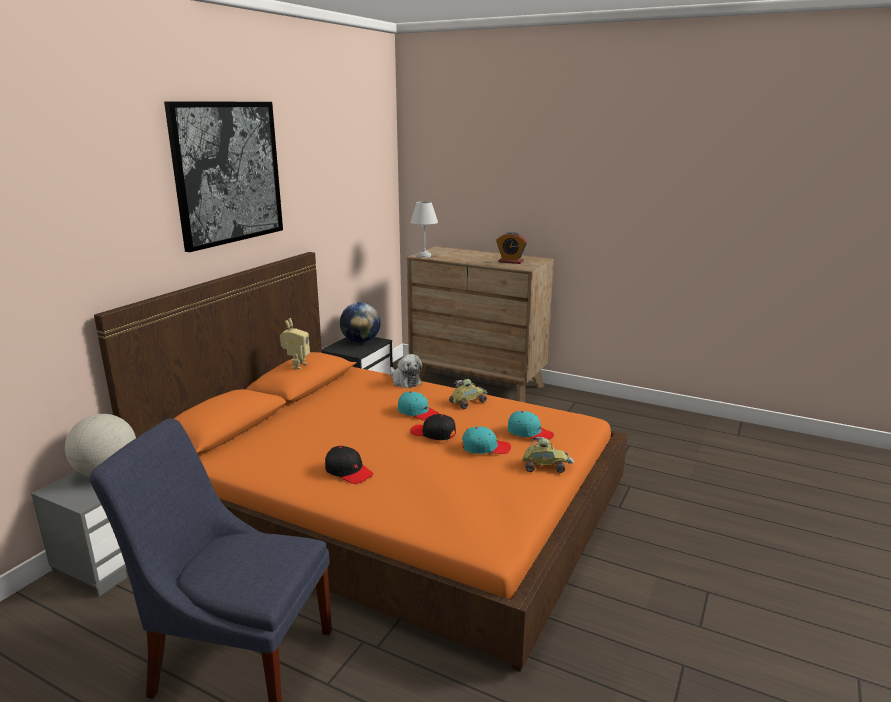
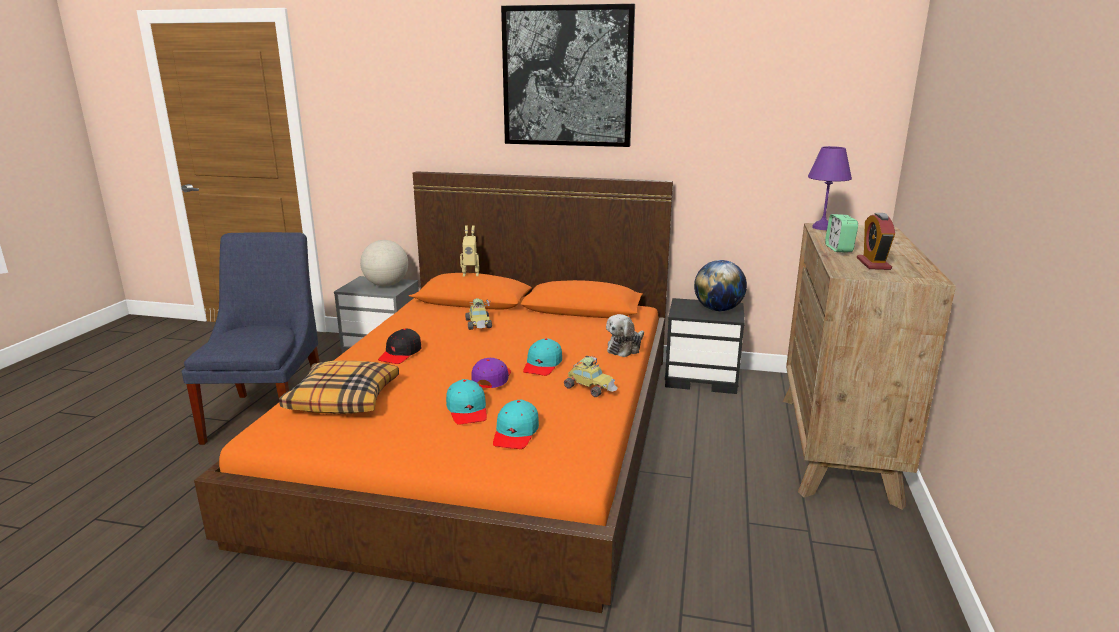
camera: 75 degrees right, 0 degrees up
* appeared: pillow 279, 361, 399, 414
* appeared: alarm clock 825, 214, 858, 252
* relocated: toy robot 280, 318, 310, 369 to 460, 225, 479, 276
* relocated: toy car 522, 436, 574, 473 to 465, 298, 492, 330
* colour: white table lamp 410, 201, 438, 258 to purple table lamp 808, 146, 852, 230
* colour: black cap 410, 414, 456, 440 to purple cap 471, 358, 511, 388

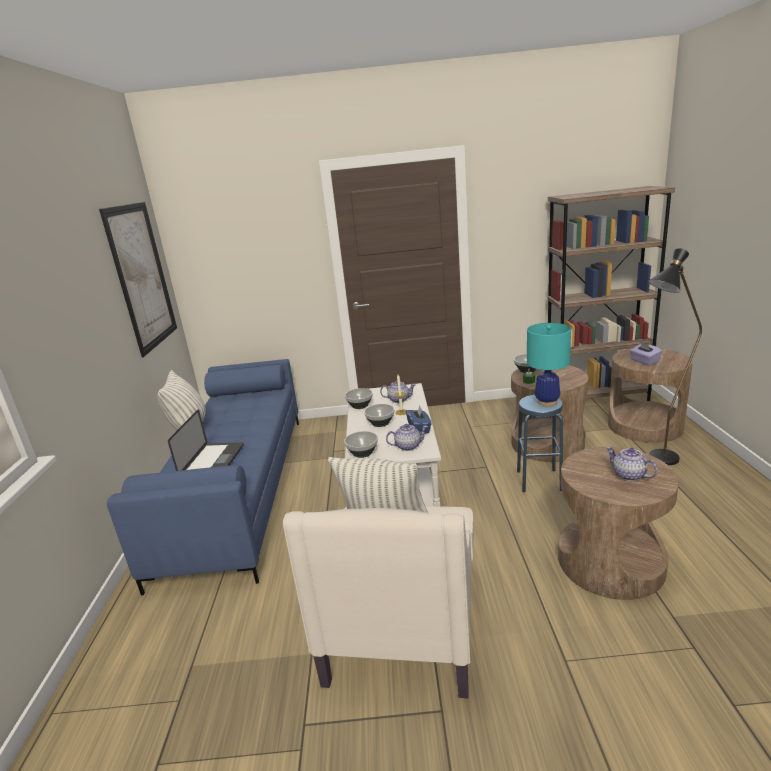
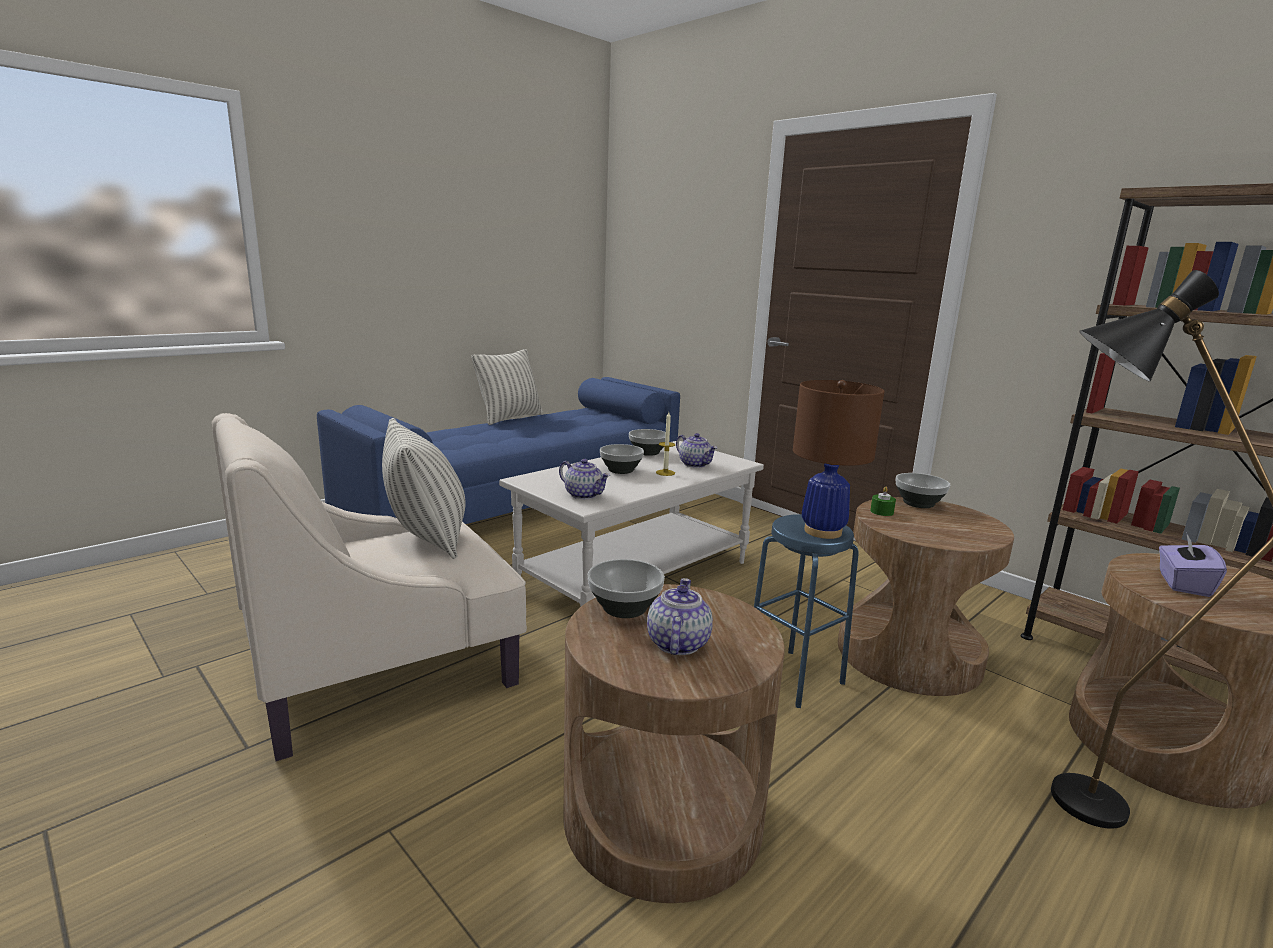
camera: 45 degrees right, 5 degrees down
* missing: picture 99, 202, 177, 357
* missing: laptop 168, 409, 244, 471
* missing: blue tissue box 406, 405, 432, 434
* relocated: bowl 344, 431, 378, 458 to 588, 559, 665, 618
* colour: turquoise table lamp 527, 323, 571, 406 to brown table lamp 793, 380, 884, 539

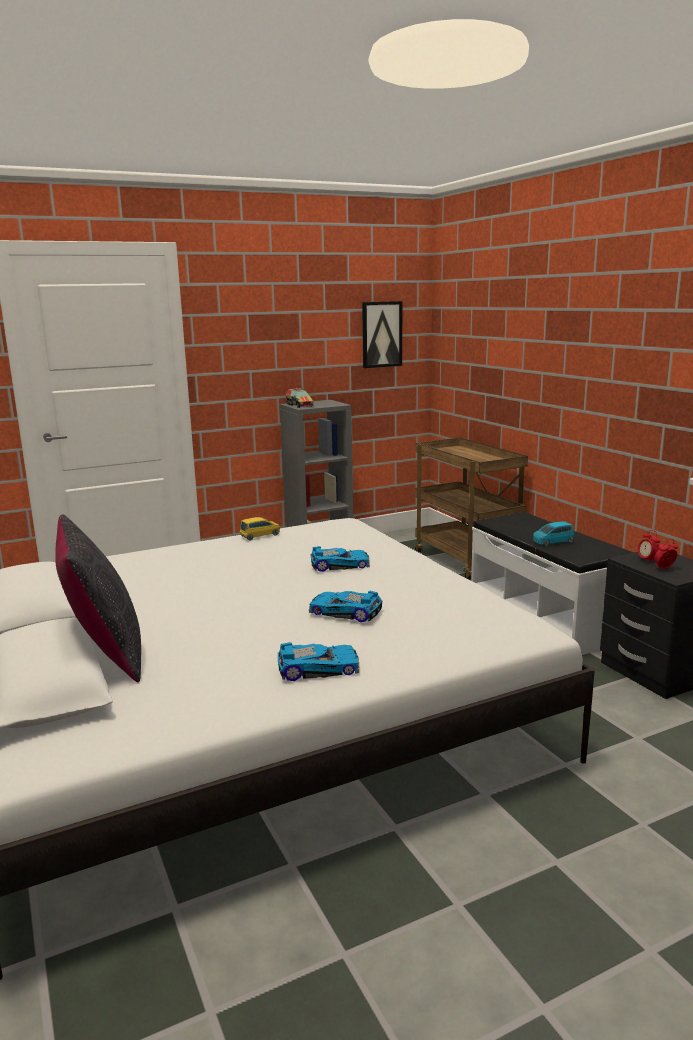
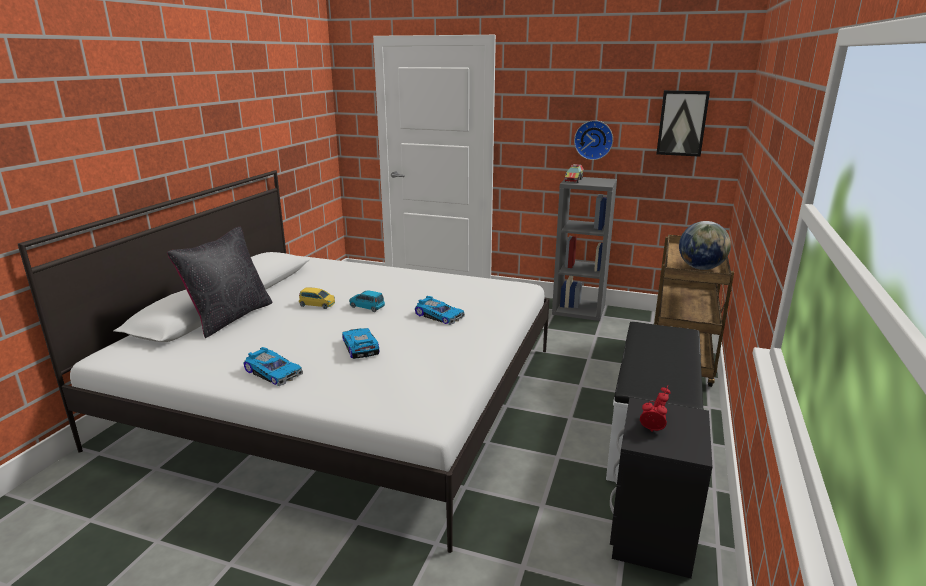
camera: 45 degrees right, 5 degrees up
* appeared: wall clock 574, 120, 613, 160
* appeared: globe 679, 221, 731, 270
* relocated: yellow toy car 240, 517, 280, 541 to 299, 287, 335, 309
* relocated: blue toy car 533, 521, 574, 546 to 349, 291, 385, 312

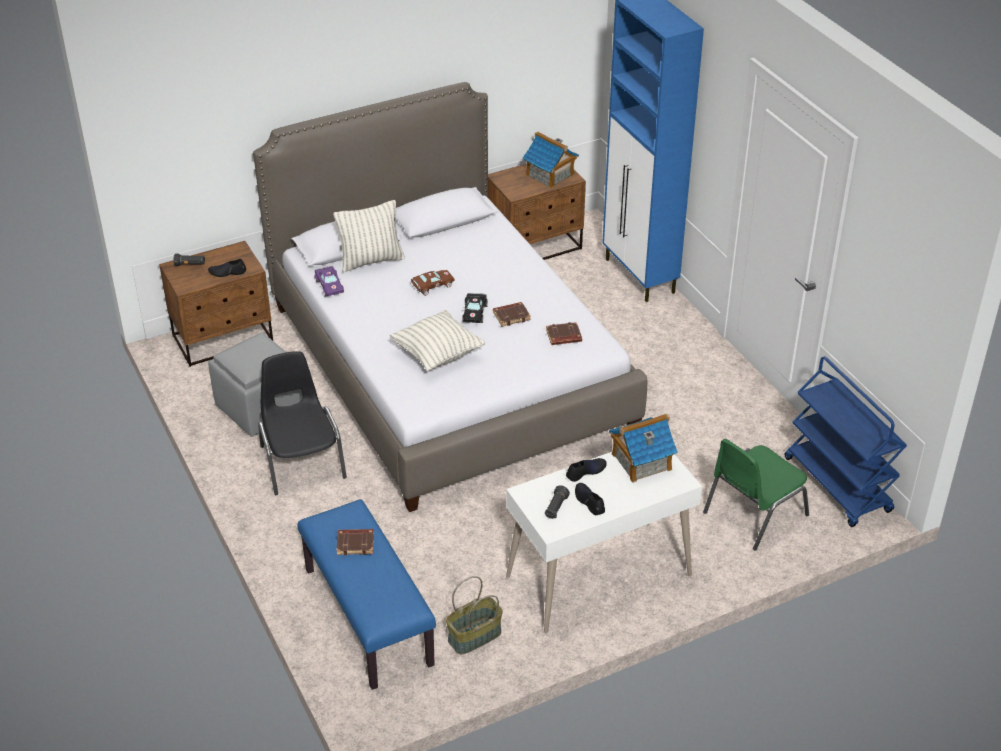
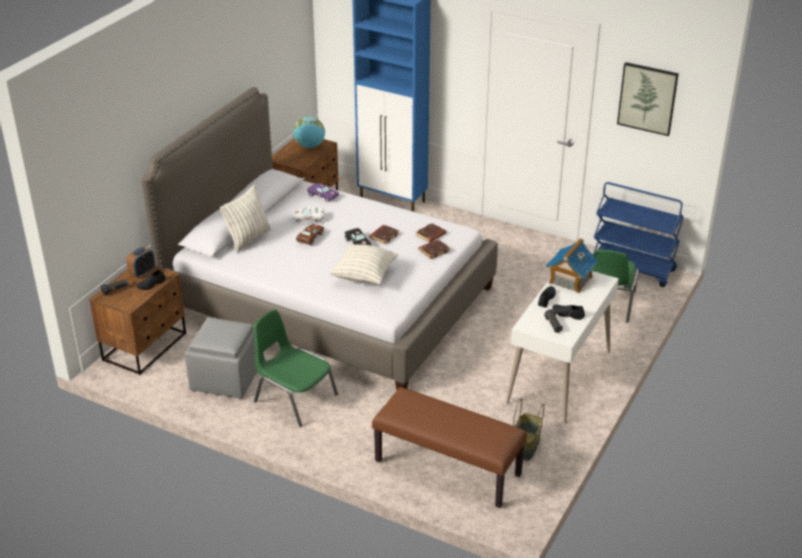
camera: 35 degrees left, 5 degrees down
* appeared: alarm clock 126, 247, 155, 278
* appeared: white toy car 293, 207, 325, 224
* appeared: picture 617, 62, 679, 136
* relocated: purple toy car 315, 266, 344, 297 to 307, 183, 339, 202
* relocated: brown book 337, 529, 374, 556 to 419, 239, 450, 259
* exchanged: toy house 523, 131, 579, 189 to globe 293, 116, 325, 148
* colour: black chair 258, 351, 347, 495 to green chair 253, 309, 338, 427
* colour: blue bench 298, 499, 436, 690 to brown bench 372, 387, 527, 508

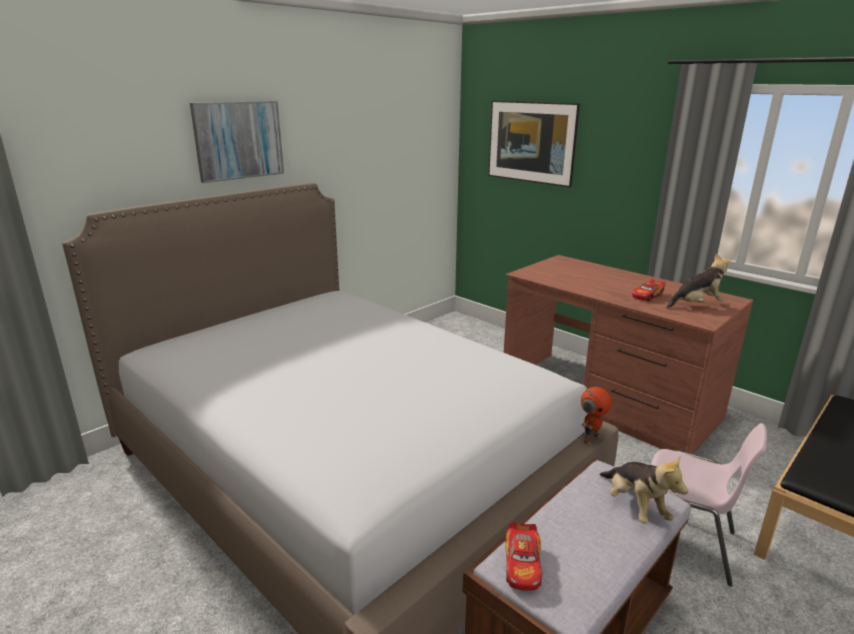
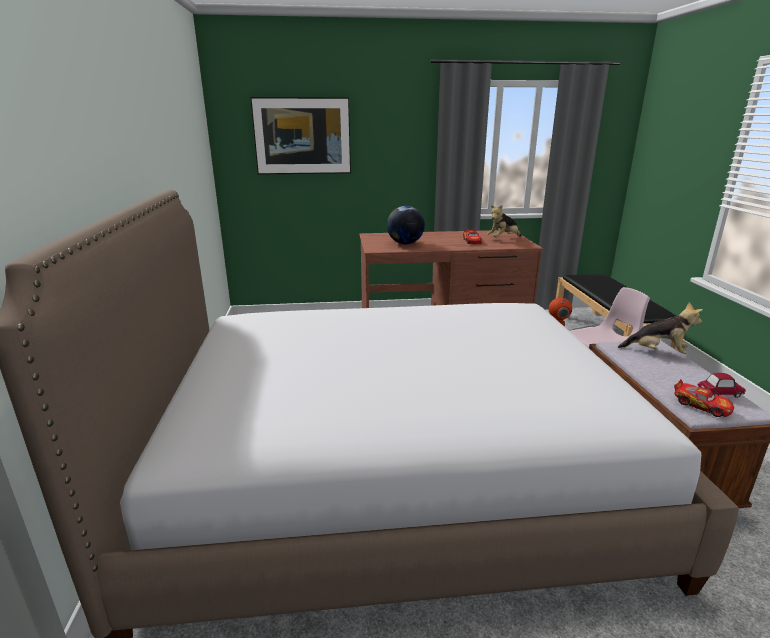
camera: 50 degrees left, 0 degrees up
* missing: picture 190, 101, 284, 183
* appeared: globe 387, 206, 425, 244
* appeared: toy car 697, 373, 746, 398
* spun: plush toy 666, 254, 732, 308 = 487, 205, 521, 237 150 degrees counterclockwise

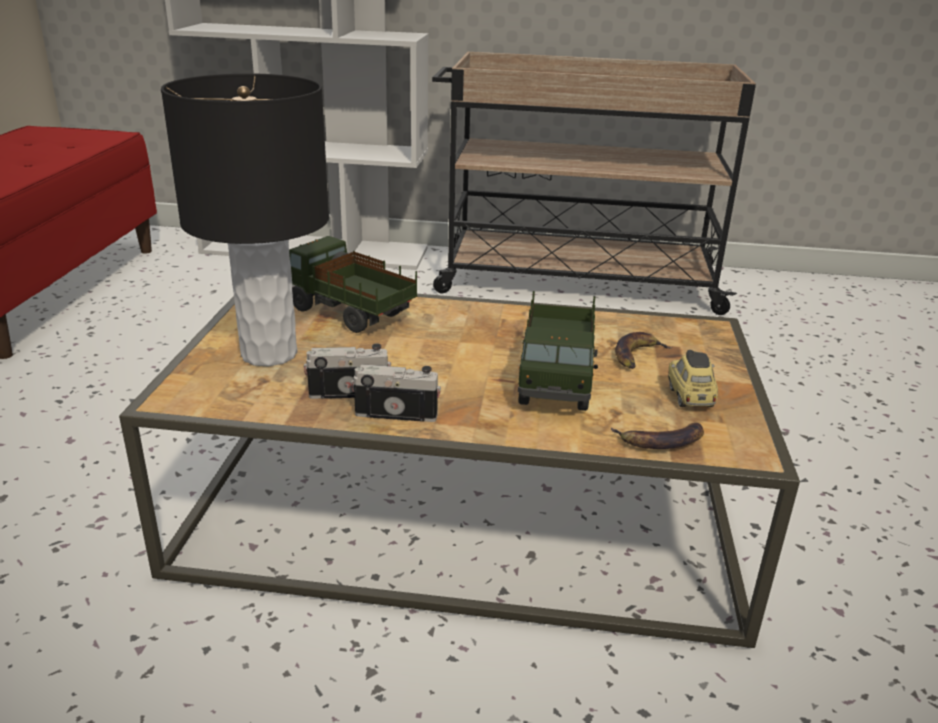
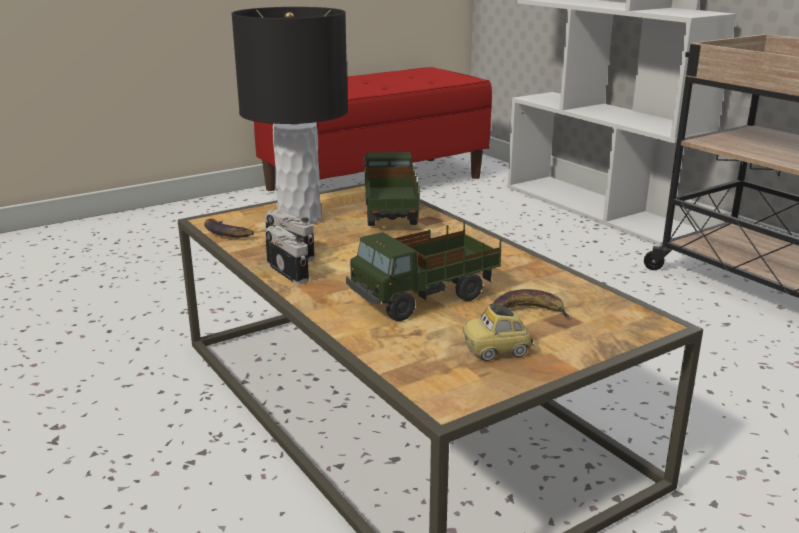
camera: 50 degrees right, 5 degrees down
* relocated: banana 611, 423, 704, 449 to 204, 219, 254, 238
* spun: toy car 668, 350, 718, 407 = 463, 304, 533, 361 150 degrees counterclockwise

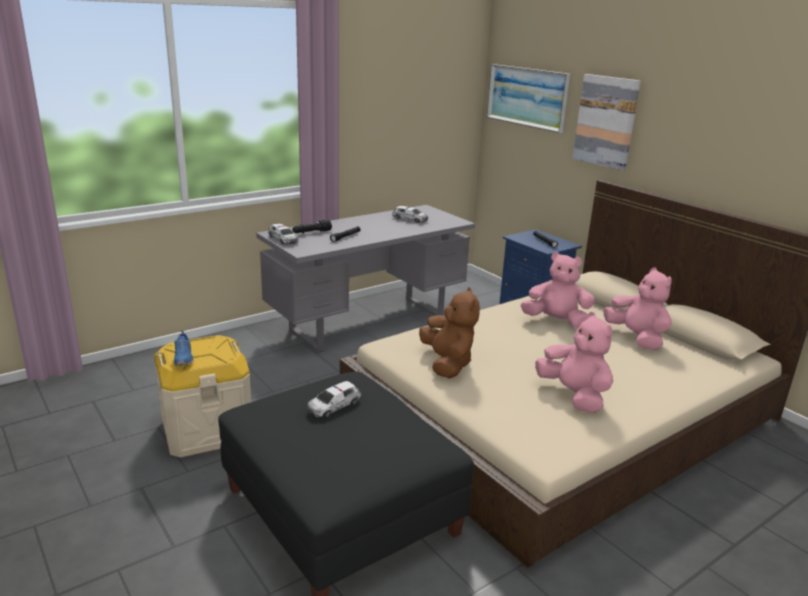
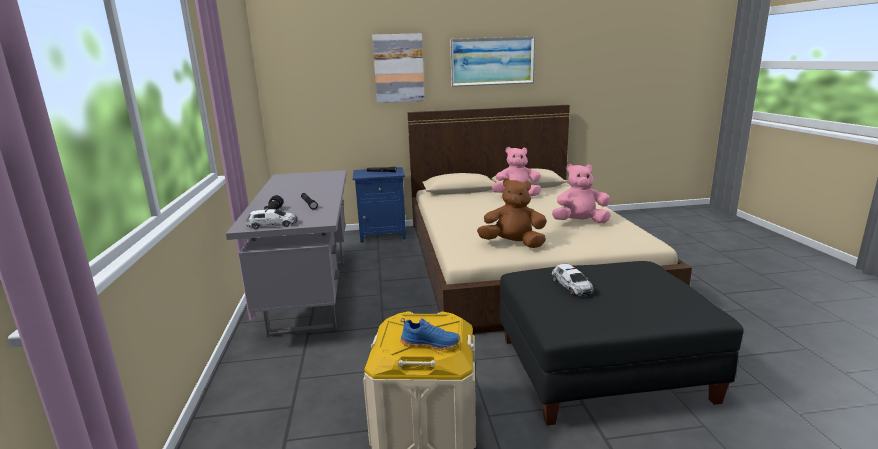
camera: 60 degrees left, 5 degrees down
* missing: toy car 392, 206, 428, 223
* missing: pink plush toy 521, 252, 595, 328
* relocated: picture 487, 64, 570, 133 to 450, 36, 535, 87

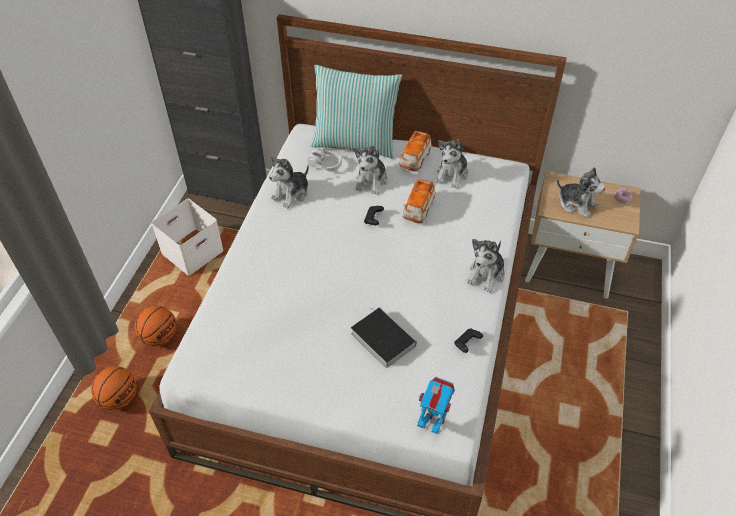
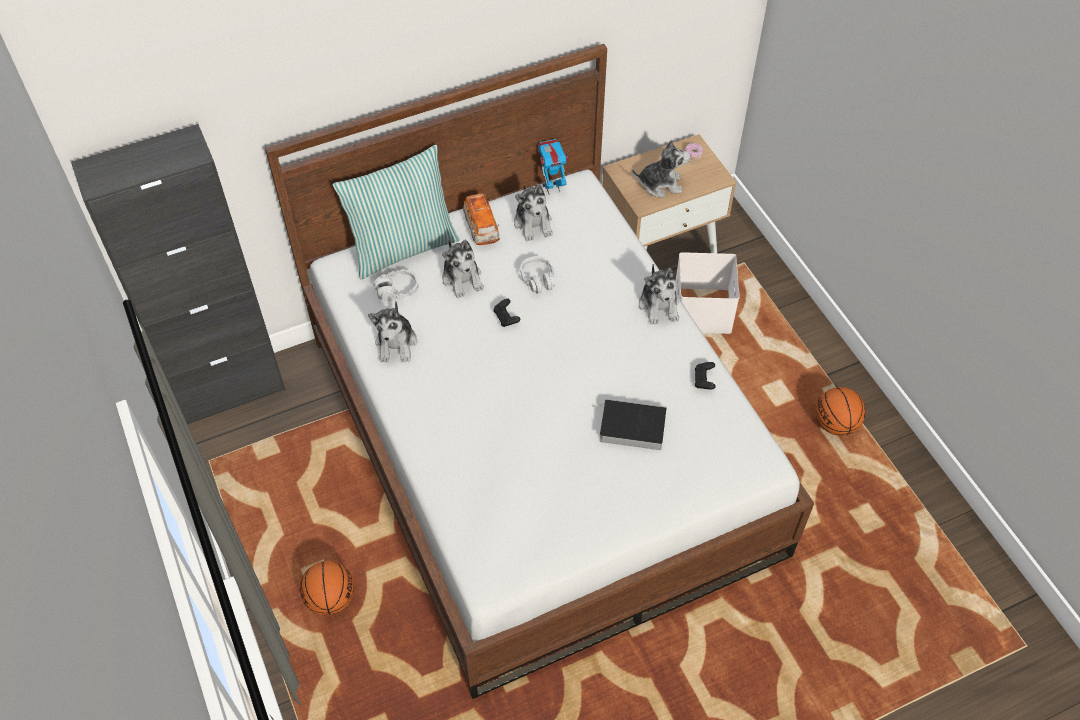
camera: 40 degrees left, 5 degrees up
* relocated: basketball 91, 366, 137, 410 to 816, 387, 866, 436
* relocated: white storage box 151, 199, 223, 276 to 675, 252, 740, 334
* relocated: toy robot 417, 376, 455, 434 to 537, 139, 569, 194
* exchanged: toy car 403, 179, 436, 223 to grey headphones 520, 256, 555, 294

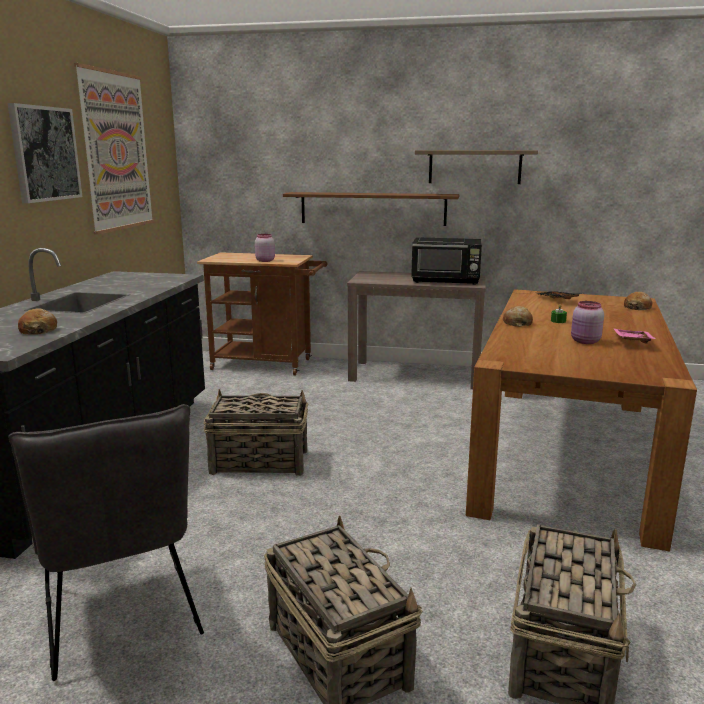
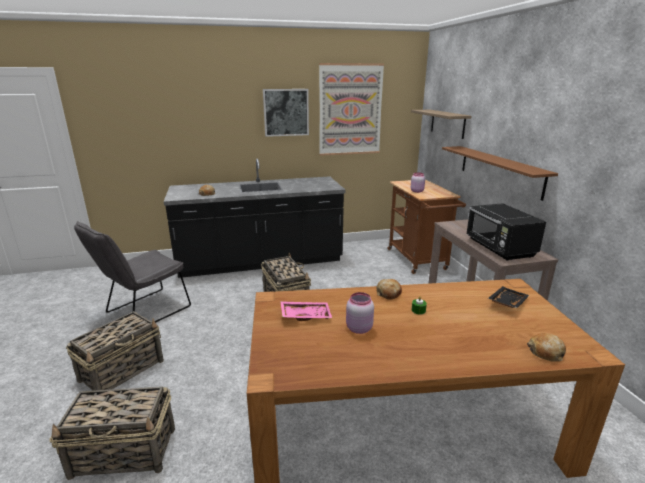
camera: 65 degrees right, 5 degrees up
* relocated: shelf 415, 150, 538, 184 to 411, 110, 471, 139
* relocated: pink tray 613, 328, 656, 344 to 280, 301, 332, 321

